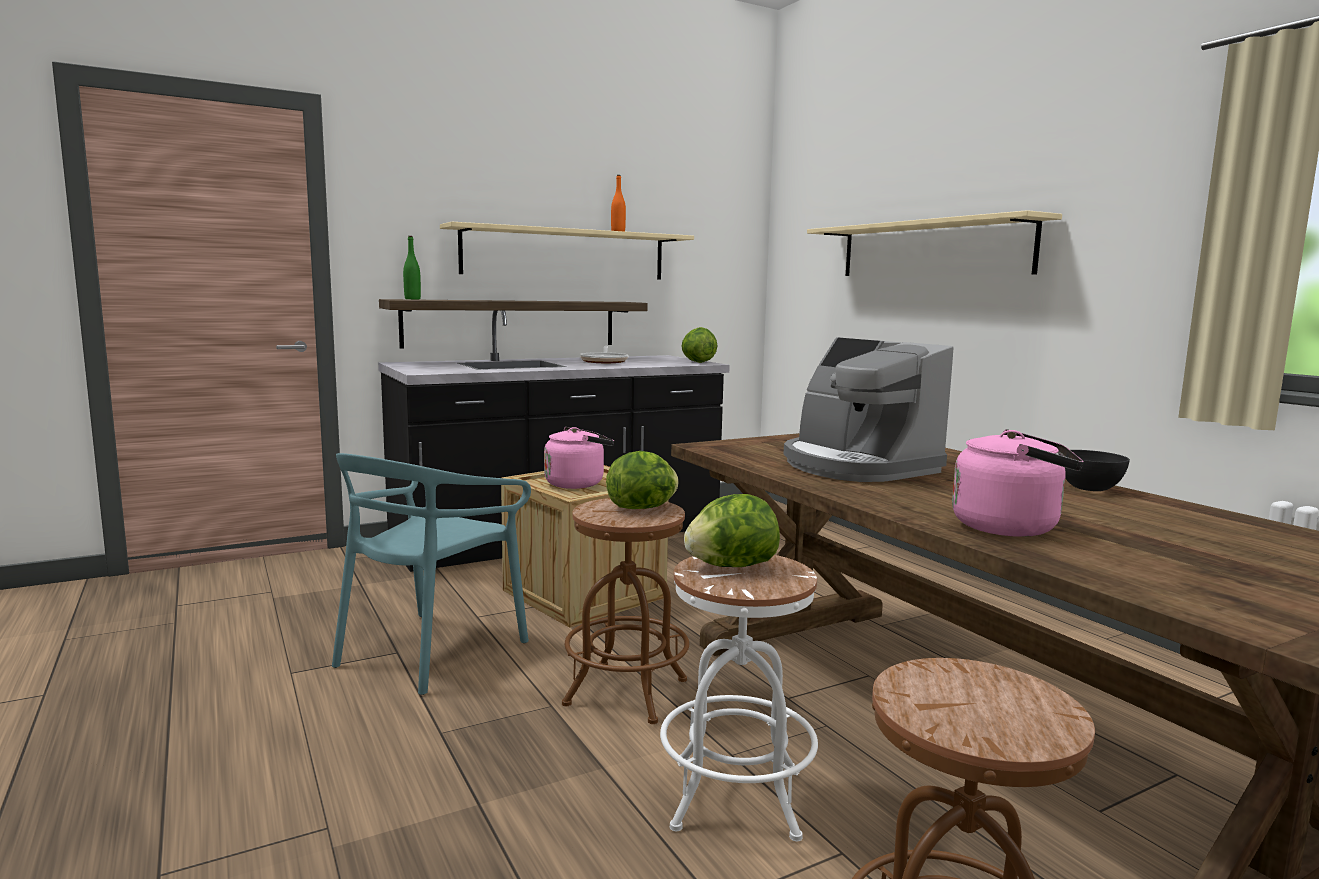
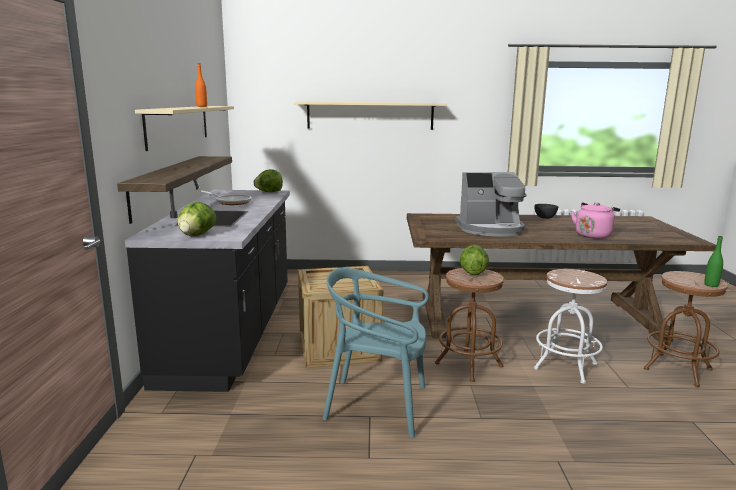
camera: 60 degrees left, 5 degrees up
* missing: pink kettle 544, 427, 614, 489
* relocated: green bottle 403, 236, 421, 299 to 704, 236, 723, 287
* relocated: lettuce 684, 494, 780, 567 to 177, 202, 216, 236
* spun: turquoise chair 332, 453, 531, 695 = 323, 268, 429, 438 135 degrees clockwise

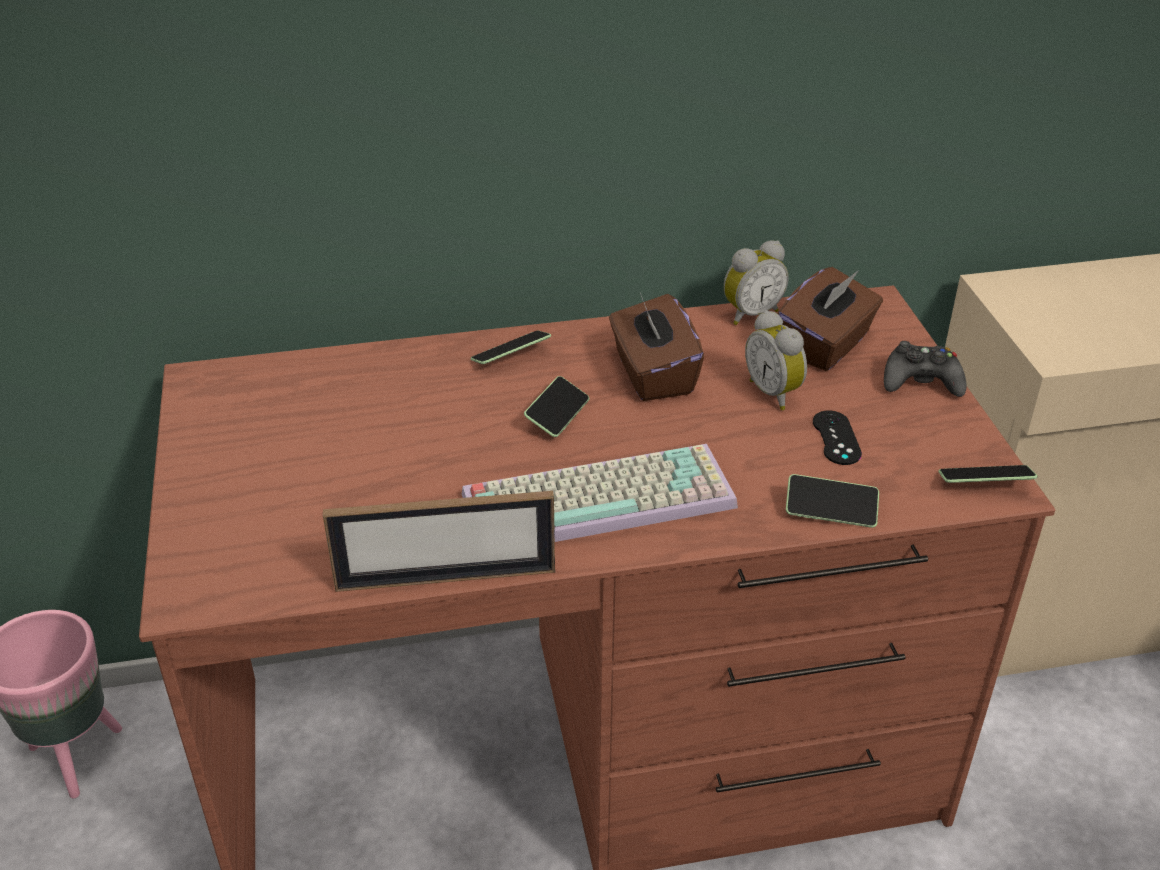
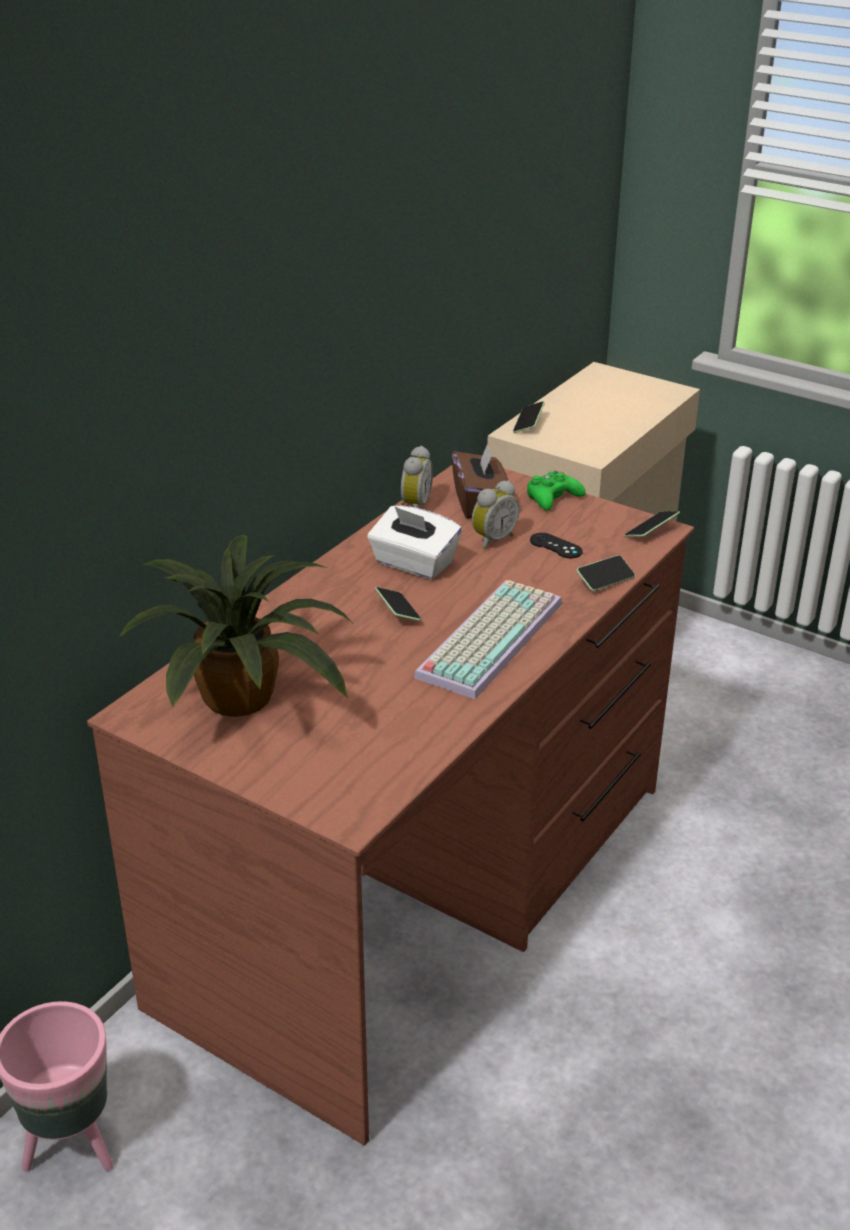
camera: 45 degrees left, 5 degrees down
* missing: picture frame 323, 491, 555, 592
* appeared: potted plant 119, 535, 351, 717
* relocated: phone 470, 331, 551, 364 to 513, 401, 545, 433
* colour: brown tissue box 609, 293, 704, 401 to white tissue box 367, 506, 462, 579
* colour: black game controller 884, 341, 967, 397 to green game controller 527, 471, 586, 510
* spun: alarm clock 745, 310, 807, 410 = 472, 480, 520, 550 60 degrees counterclockwise

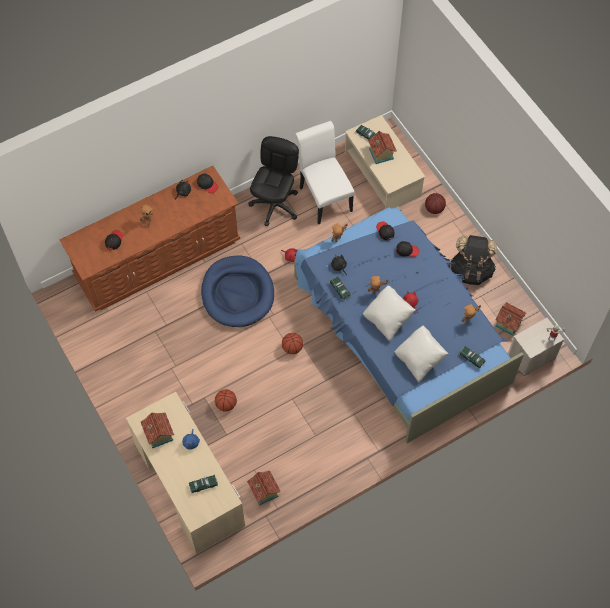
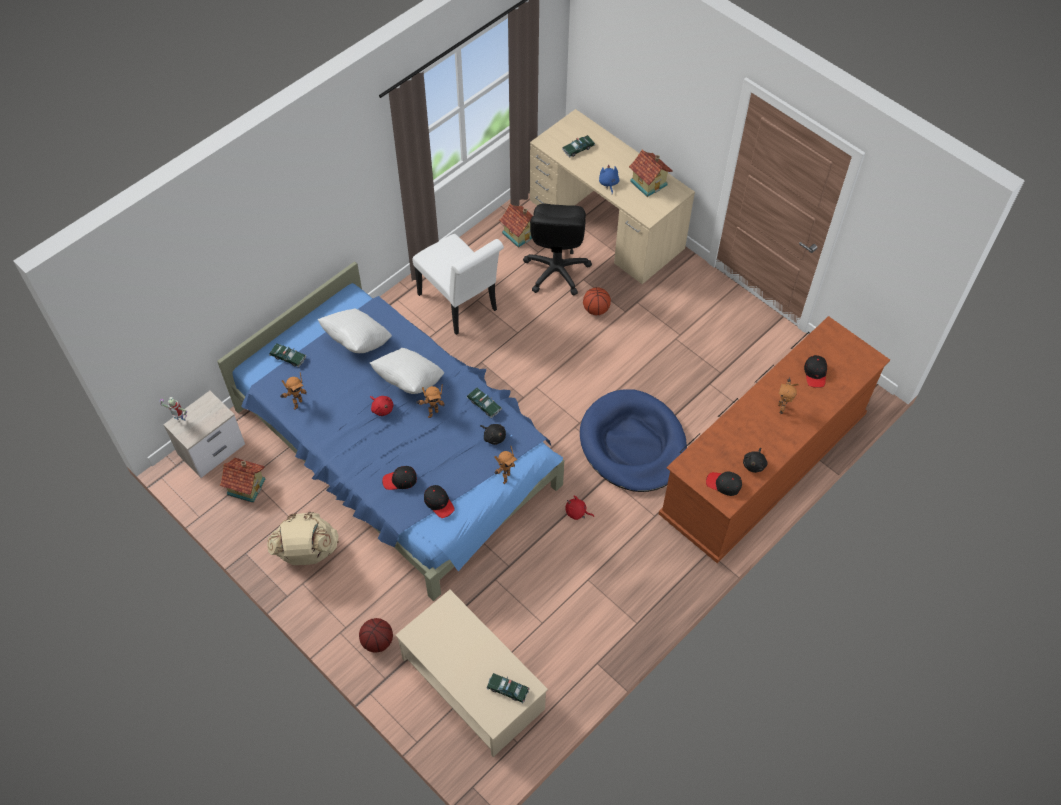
camera: 165 degrees right, 5 degrees down
* missing: basketball 282, 333, 303, 354
* missing: toy house 368, 131, 397, 164
* relocated: black office chair 249, 136, 299, 226 to 523, 204, 592, 295
* relocated: white chair 295, 121, 355, 224 to 413, 234, 504, 335
* colour: black backpack 451, 235, 497, 285 to beige backpack 267, 512, 339, 565

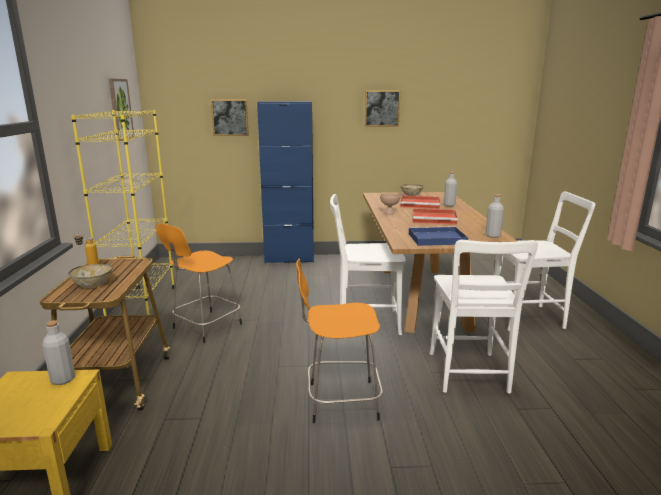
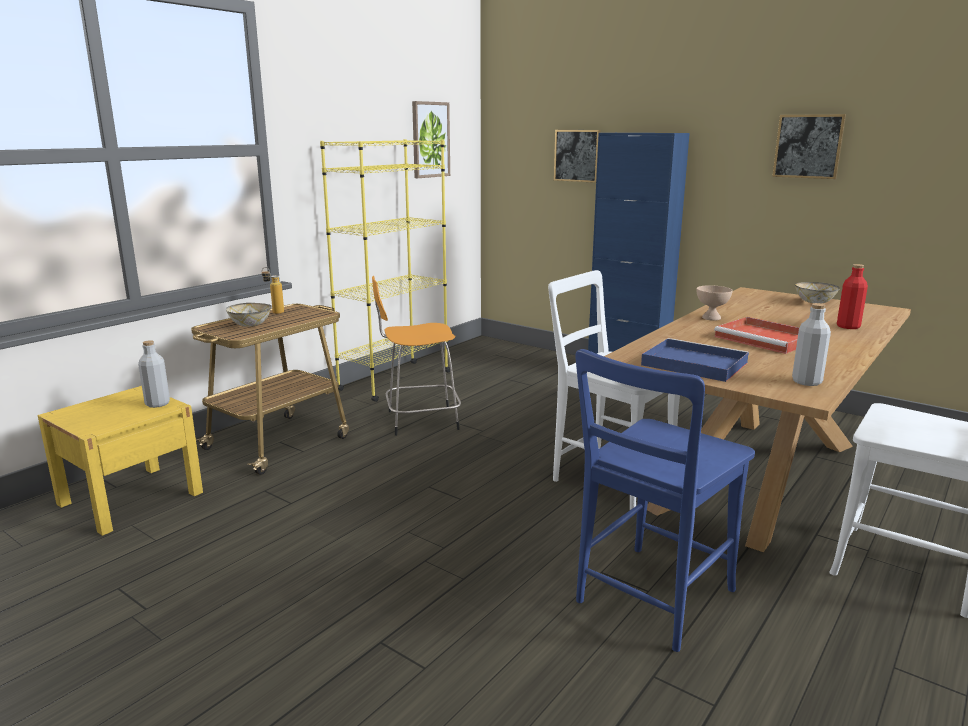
camera: 40 degrees right, 0 degrees up
* missing: orange stool 296, 258, 383, 423
* missing: red tray 400, 195, 440, 209
* colour: white chair 429, 240, 538, 394 to blue chair 575, 349, 755, 652
* colour: grey bottle 444, 172, 457, 207 to red bottle 837, 264, 868, 329

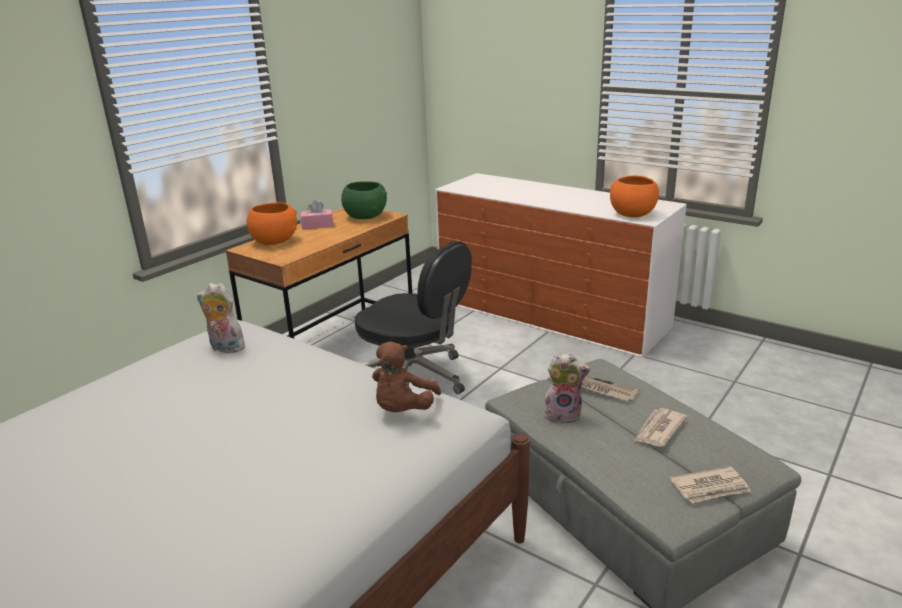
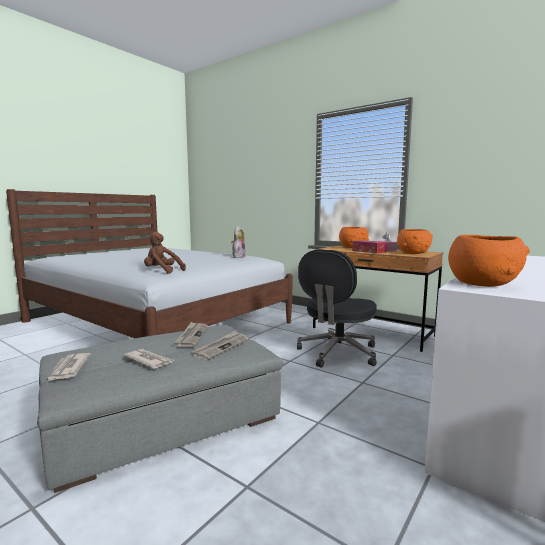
camera: 90 degrees right, 15 degrees down
* appeared: tissue box 352, 240, 387, 254
* exchanged: plush toy 543, 353, 590, 424 to newspaper 174, 322, 208, 347
* colour: green bowl 341, 181, 387, 219 to orange bowl 397, 229, 433, 254

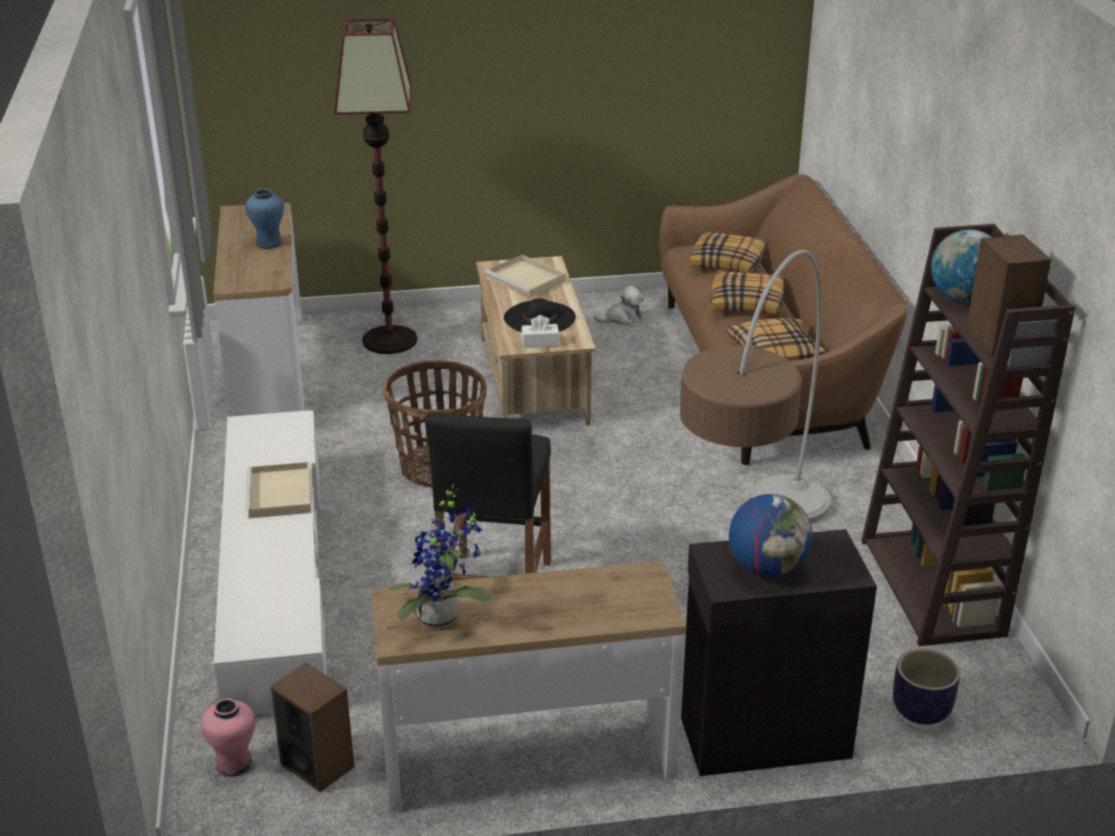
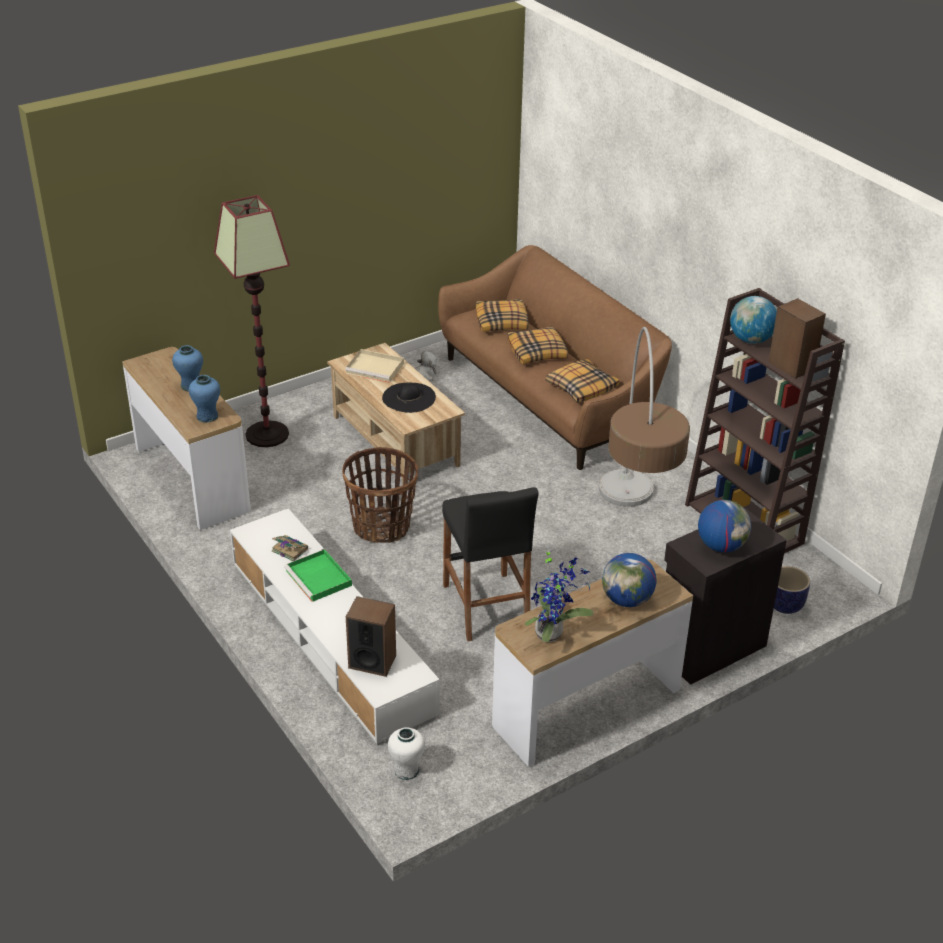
camera: 25 degrees left, 5 degrees up
* missing: white tissue box 521, 315, 559, 348
* appeared: blue vase 189, 375, 220, 423
* appeared: book 272, 535, 308, 561
* appeared: globe 602, 553, 657, 607
* relocated: speaker 270, 663, 354, 792 to 346, 596, 396, 677
* colour: pink vase 201, 698, 255, 777 to white vase 388, 727, 425, 780
* colour: beige tray 245, 462, 311, 519 to green tray 284, 549, 352, 602

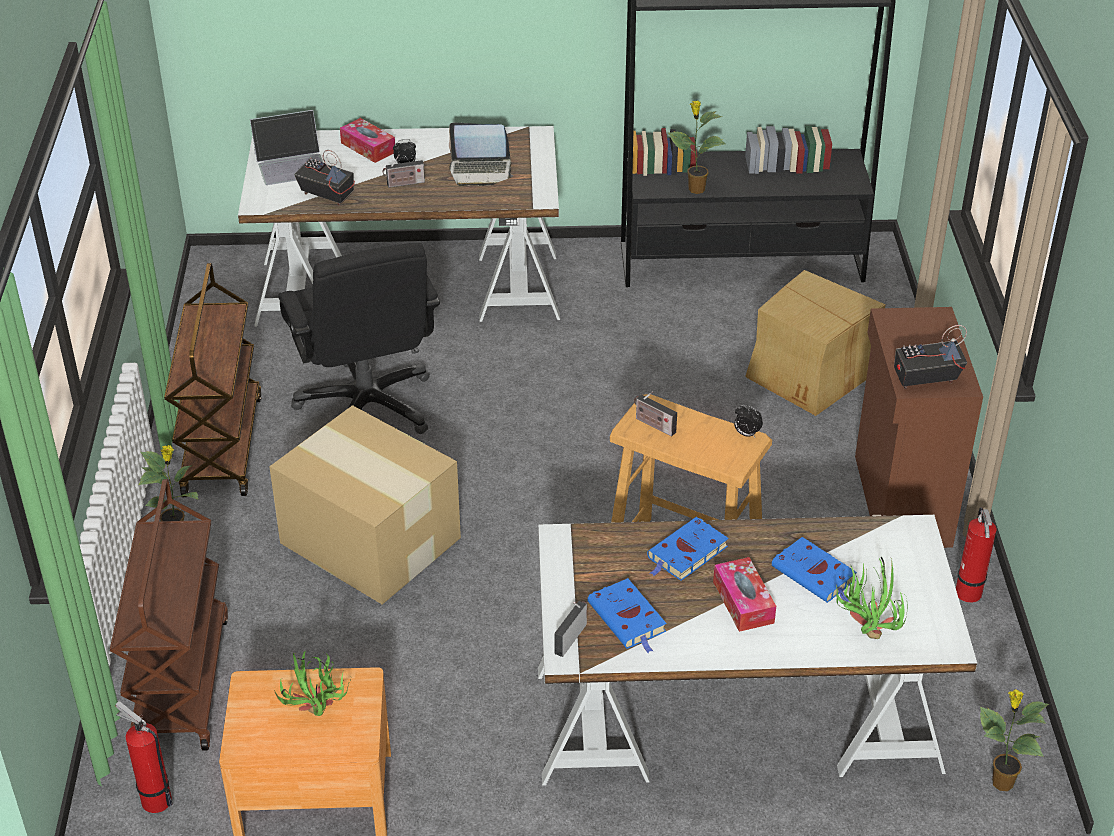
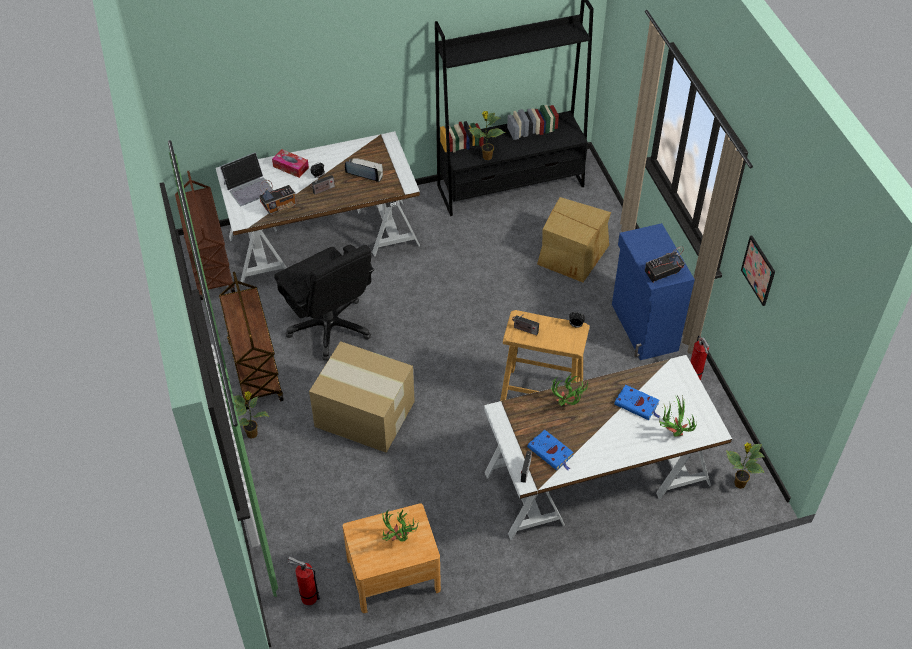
camera: 15 degrees left, 10 degrees up
* missing: tissue box 713, 557, 776, 632
* appeared: picture 741, 236, 775, 306
* relocated: brown cart 110, 479, 228, 751 to 175, 171, 235, 300
* exchanged: blue book 647, 517, 729, 581 to potted plant 551, 373, 590, 406
* colour: brown cabinet 855, 307, 983, 548 to blue cabinet 612, 223, 695, 360
* spun: radio 294, 150, 355, 206 = 259, 180, 296, 216 135 degrees clockwise
* spun: laptop 449, 123, 513, 186 = 345, 158, 383, 182 150 degrees counterclockwise

